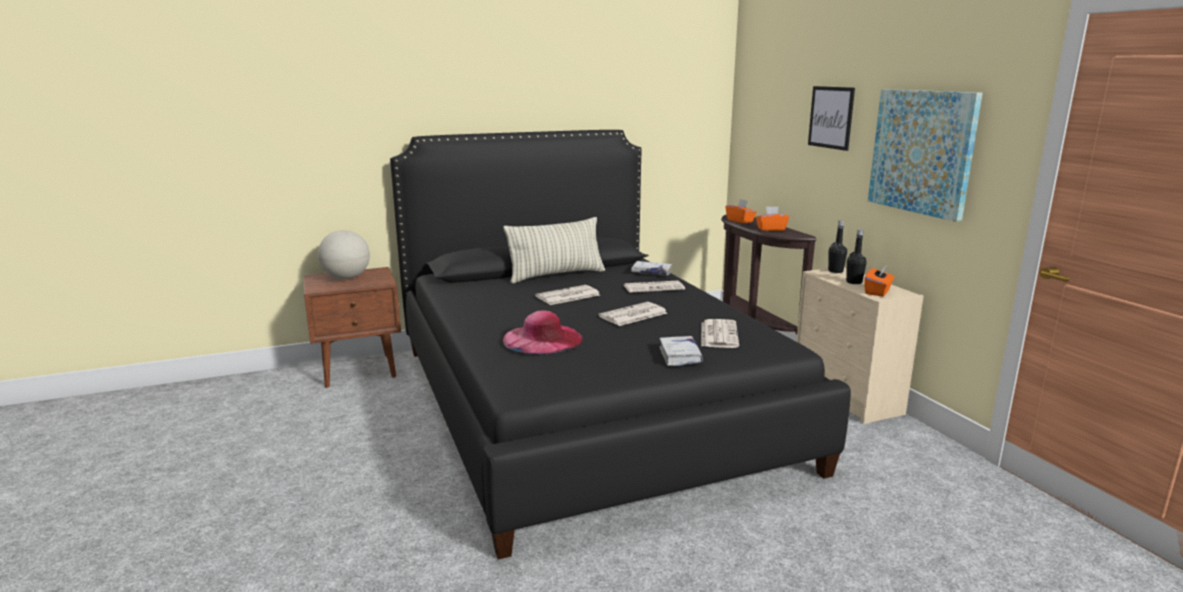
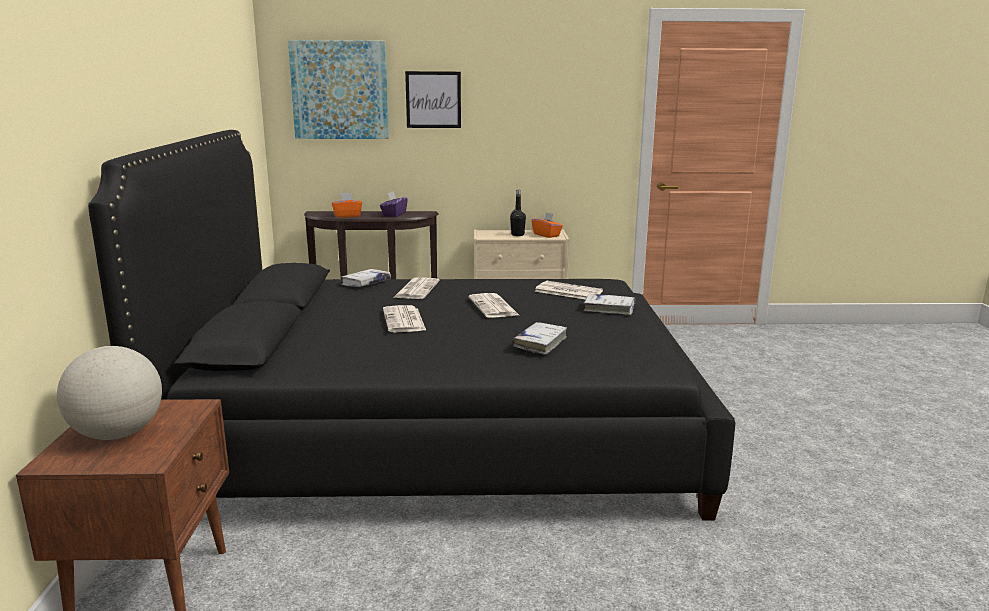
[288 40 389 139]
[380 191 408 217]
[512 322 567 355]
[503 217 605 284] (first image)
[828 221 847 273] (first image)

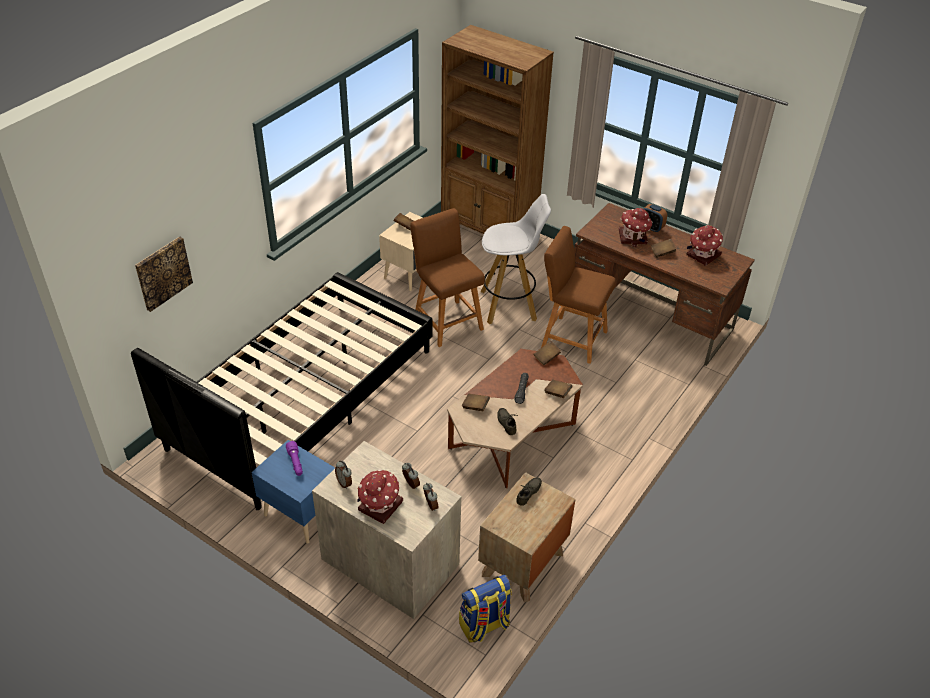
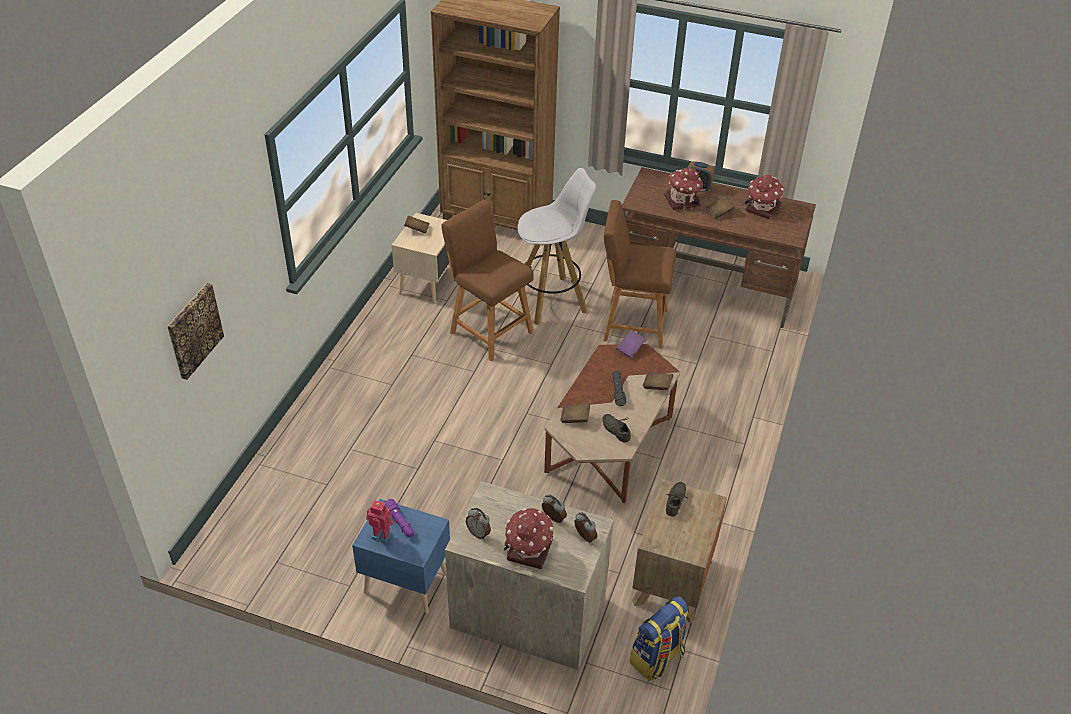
[366 500 394 544]
[616 330 646 359]
[131 272 433 510] (first image)

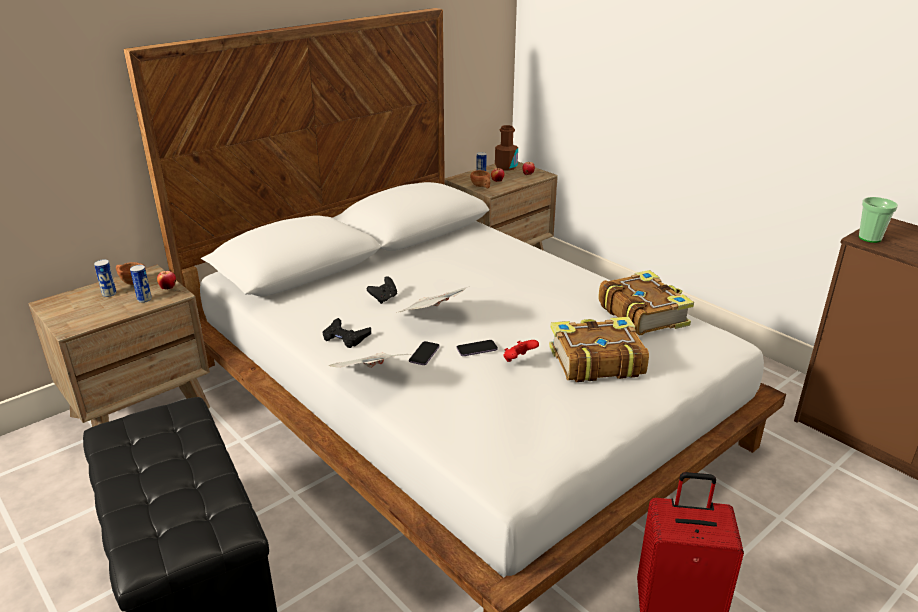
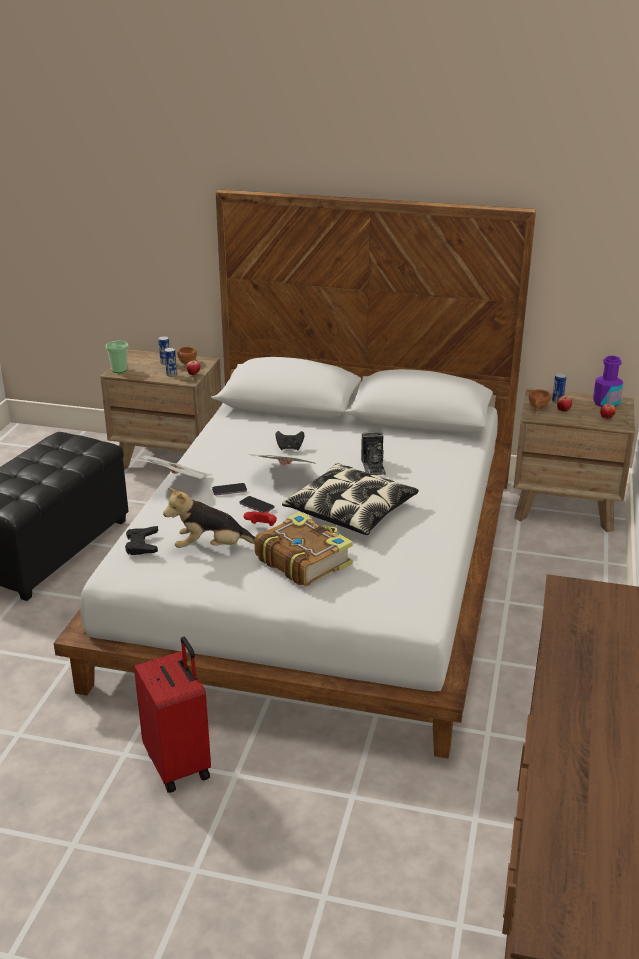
[106 341 128 373]
[125 526 158 555]
[163 488 255 548]
[282 463 419 535]
[361 432 386 475]
[593 356 623 407]
[599 270 694 335] (first image)

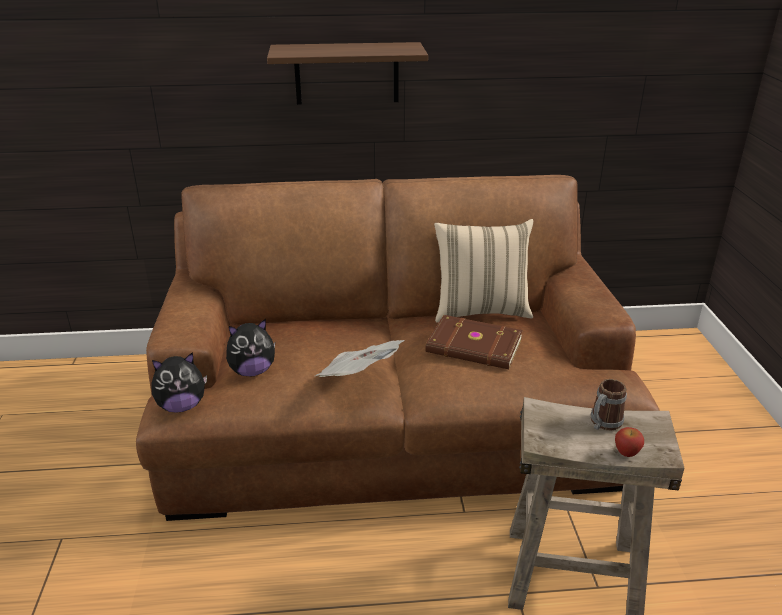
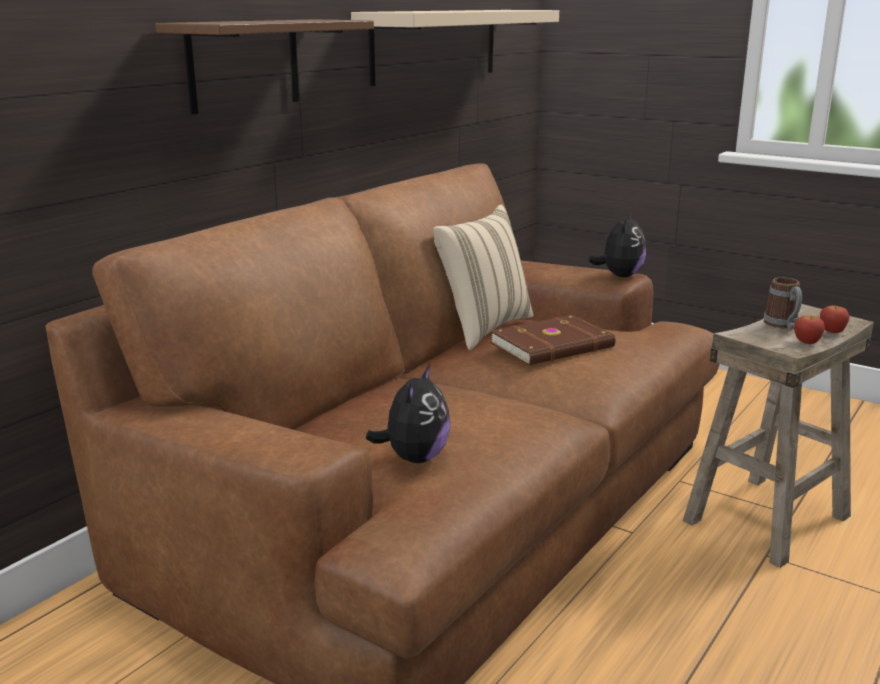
[351 10 559 86]
[589 212 646 277]
[794 316 825 344]
[315 340 405 377] (first image)

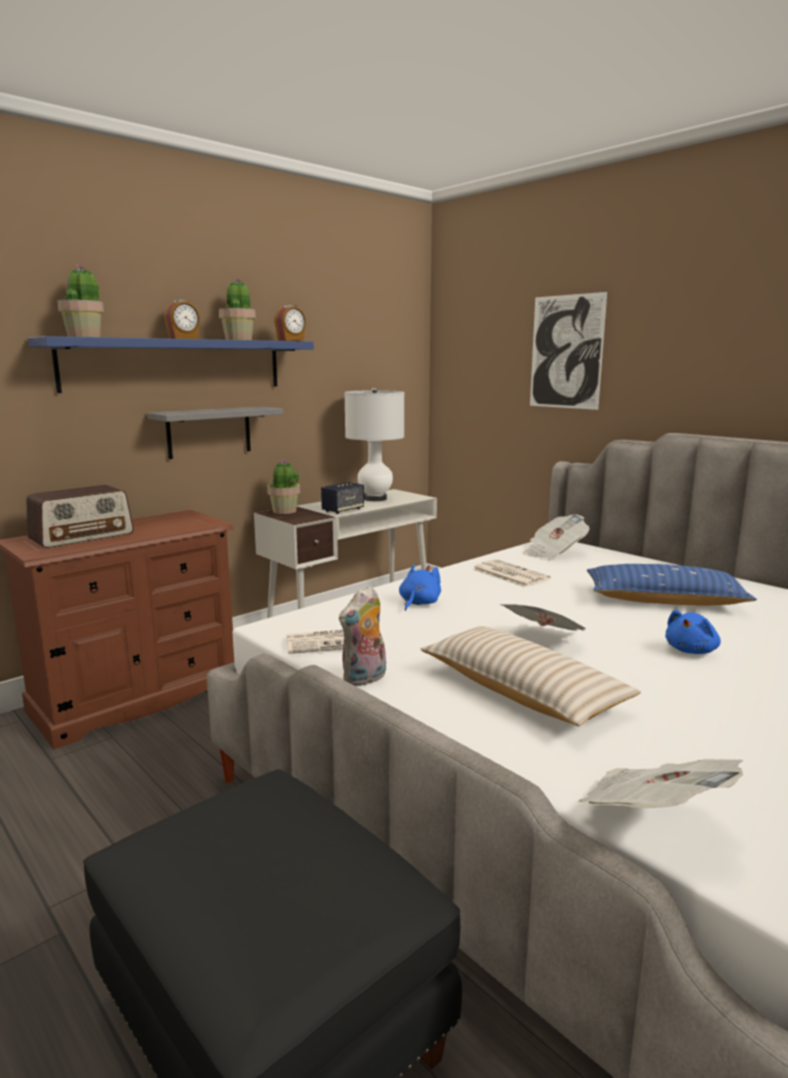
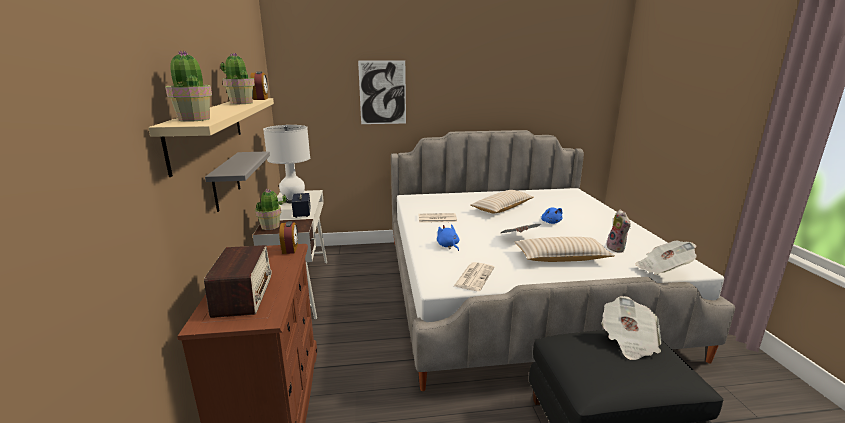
[148 98 274 177]
[279 221 298 254]
[471 190 534 214]
[601 296 661 360]
[607 209 631 253]

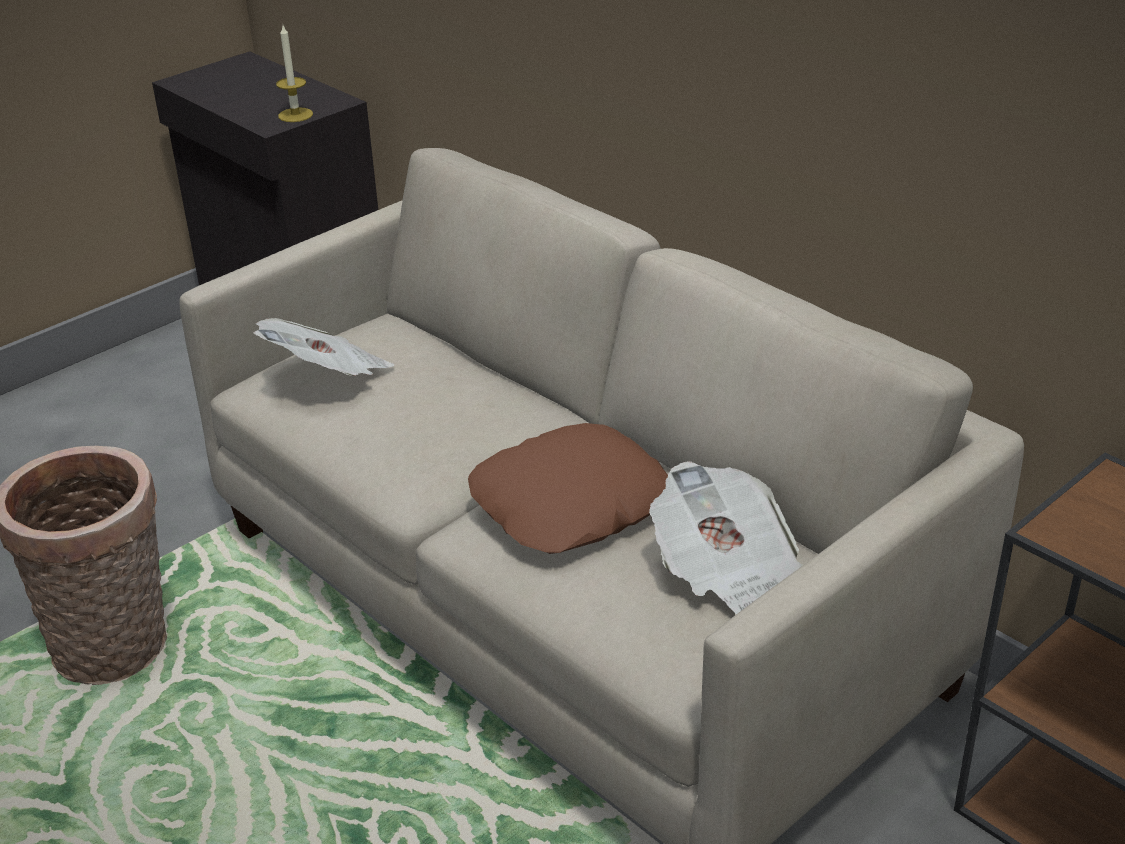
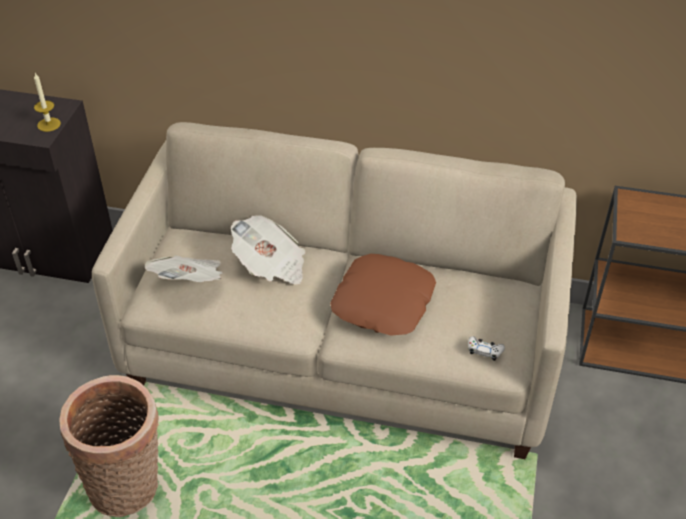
[231 215 305 285]
[468 336 505 361]

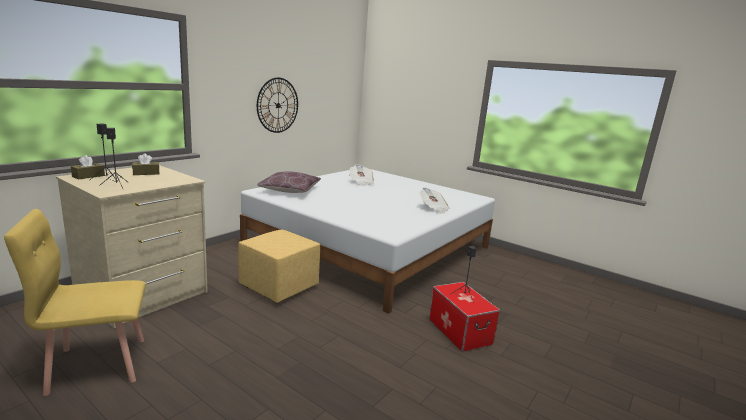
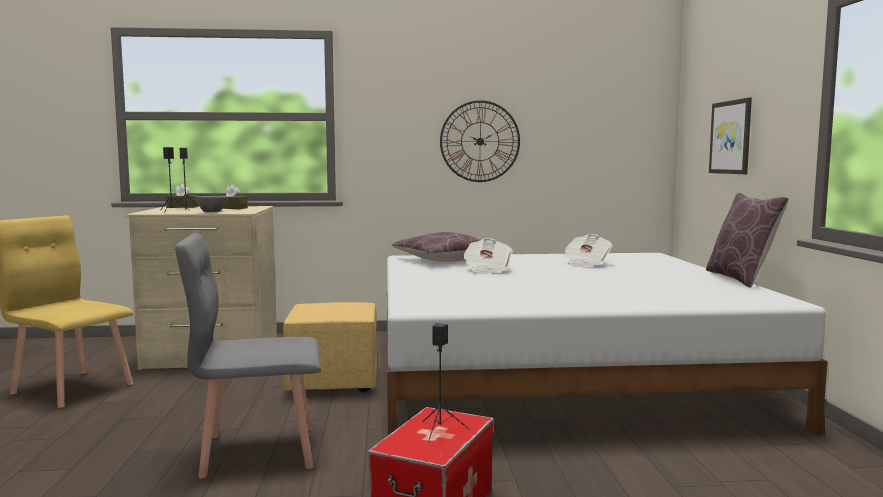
[175 233 321 478]
[194 196 229 212]
[463 238 513 275]
[706 193 789 288]
[709 98 752 174]

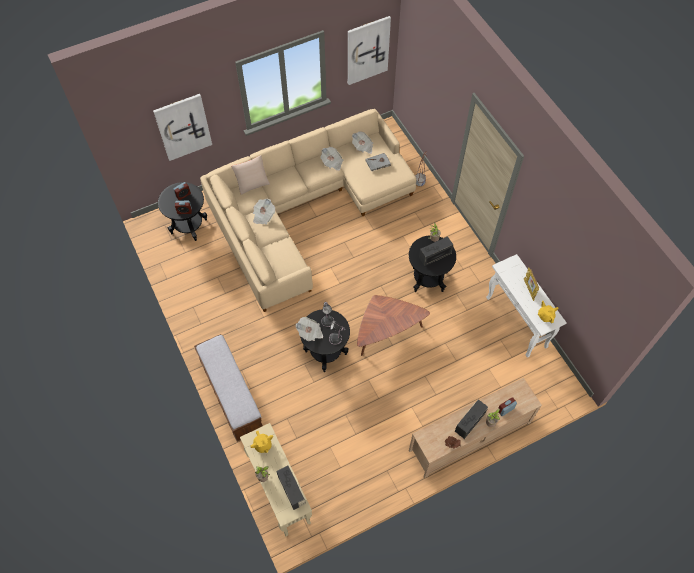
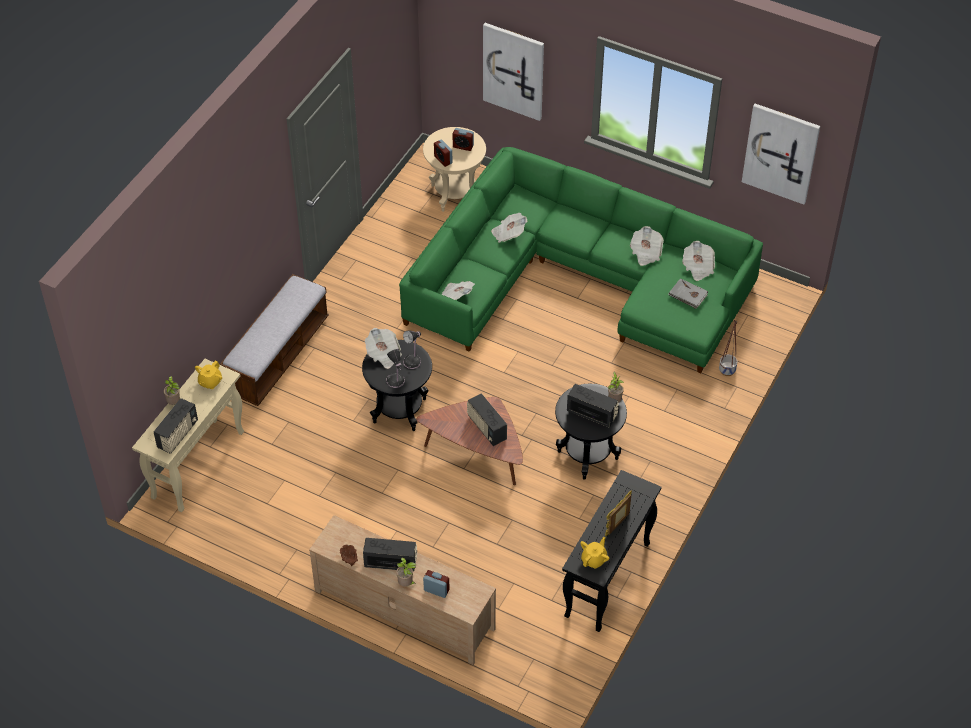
[399 147 763 373]
[423 127 486 212]
[441 281 475 300]
[467 393 507 446]
[562 470 661 632]
[231 155 270 195] (first image)

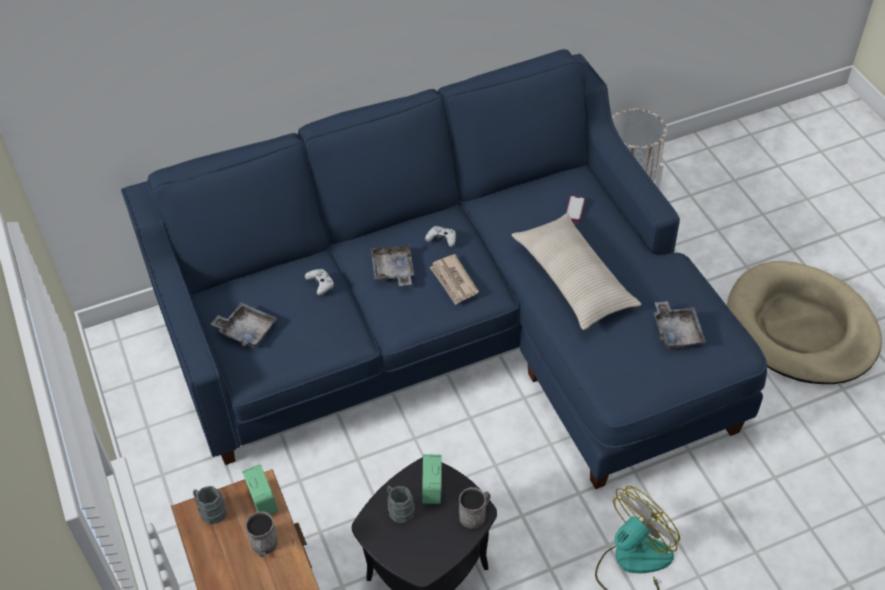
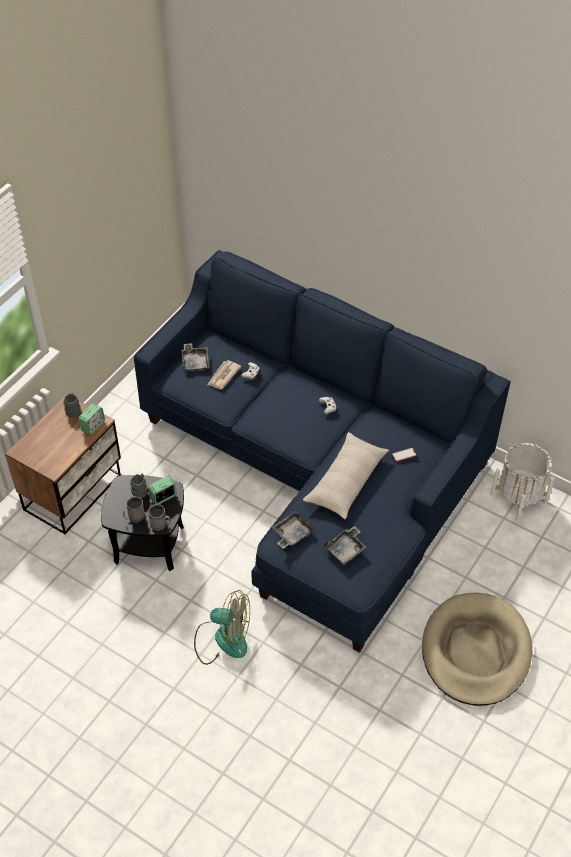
[123 496 145 523]
[207 360 242 390]
[272 511 314 549]

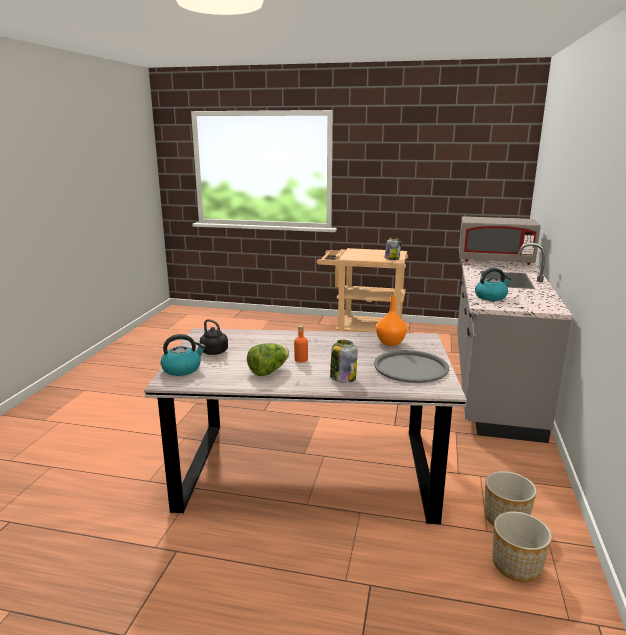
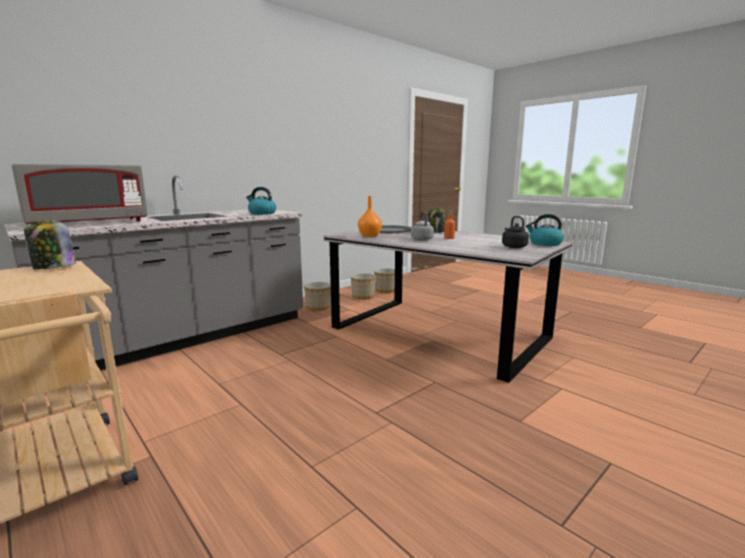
[12 164 148 224]
[304 282 331 311]
[411 211 434 240]
[247 343 289 376] (first image)

